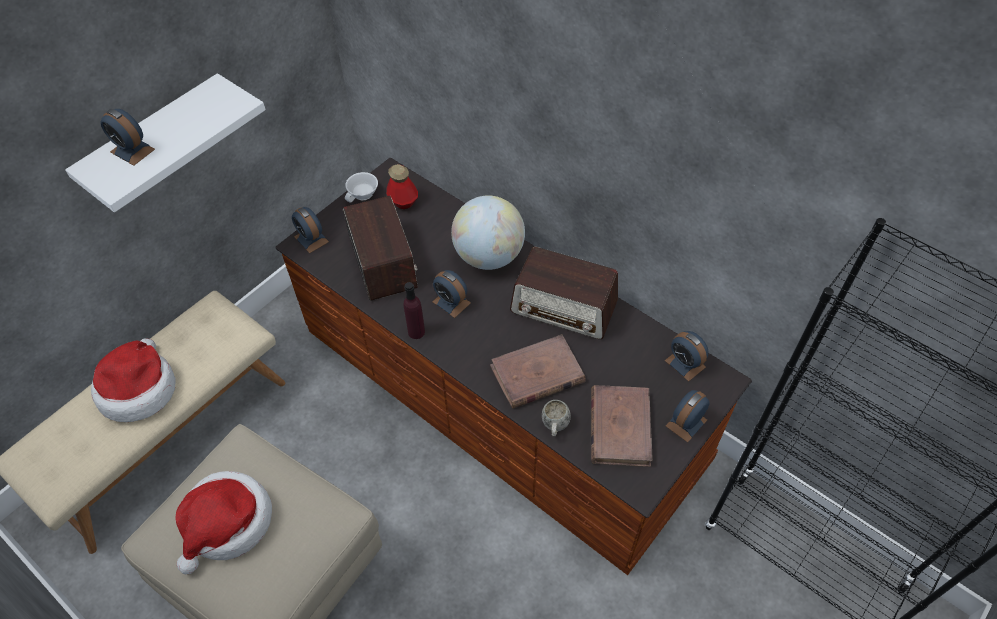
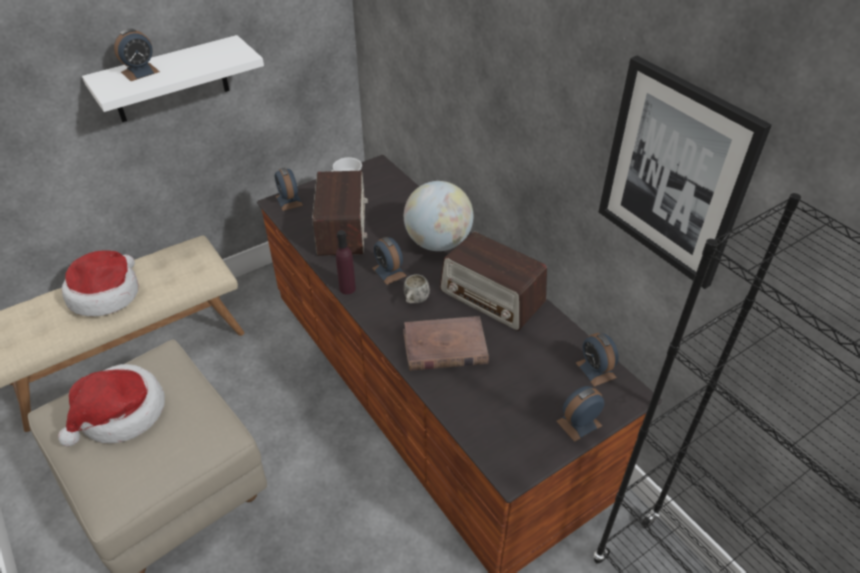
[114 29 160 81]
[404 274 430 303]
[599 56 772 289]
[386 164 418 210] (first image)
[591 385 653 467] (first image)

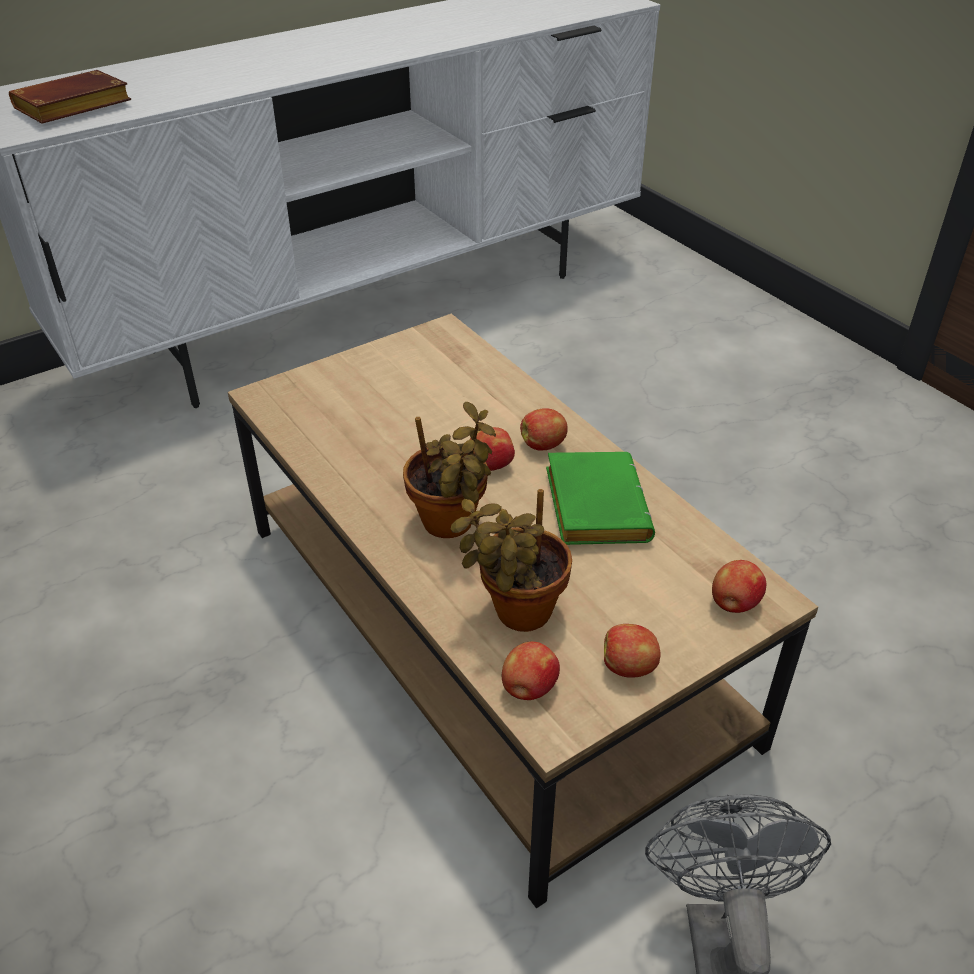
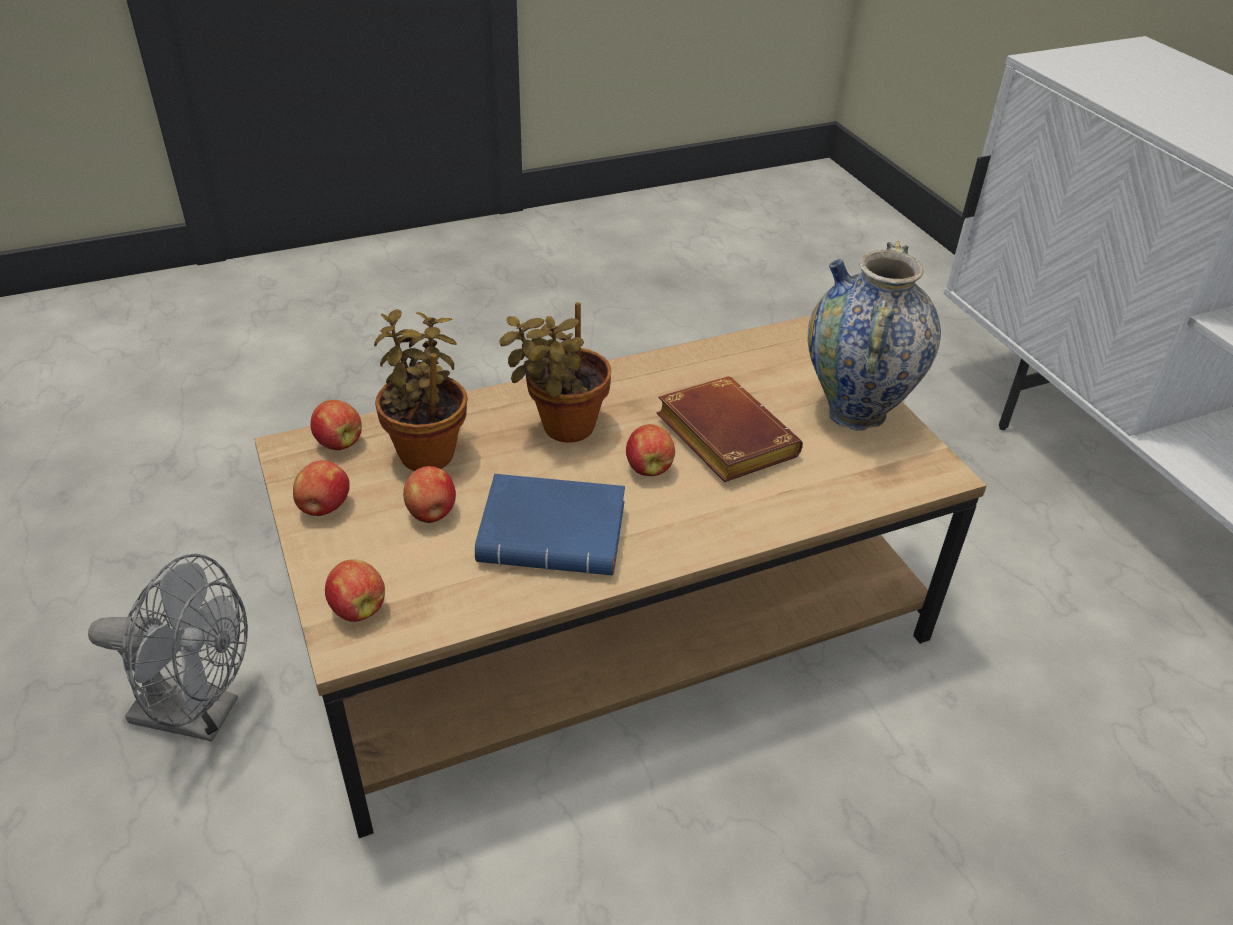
[403 466 456 523]
[475 474 625 575]
[657 376 803 482]
[808 241 941 431]

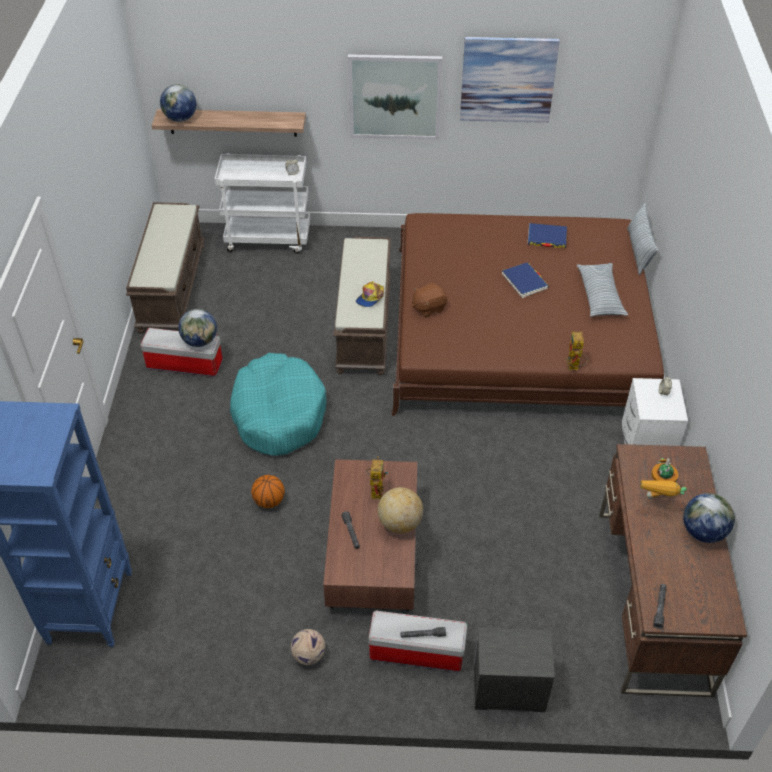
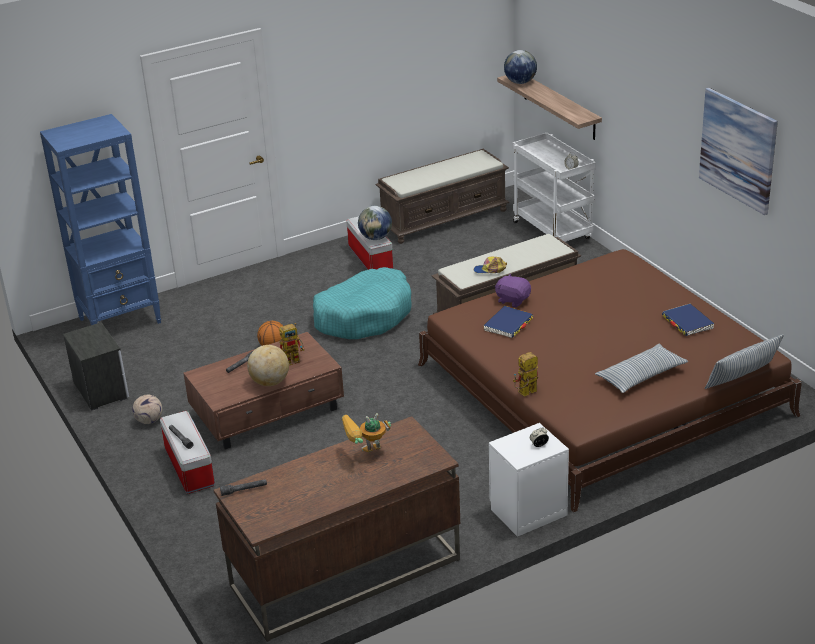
[63 322 129 411]
[483 306 533 338]
[495 273 531 308]
[348 54 442 140] (first image)
[683 493 735 543] (first image)

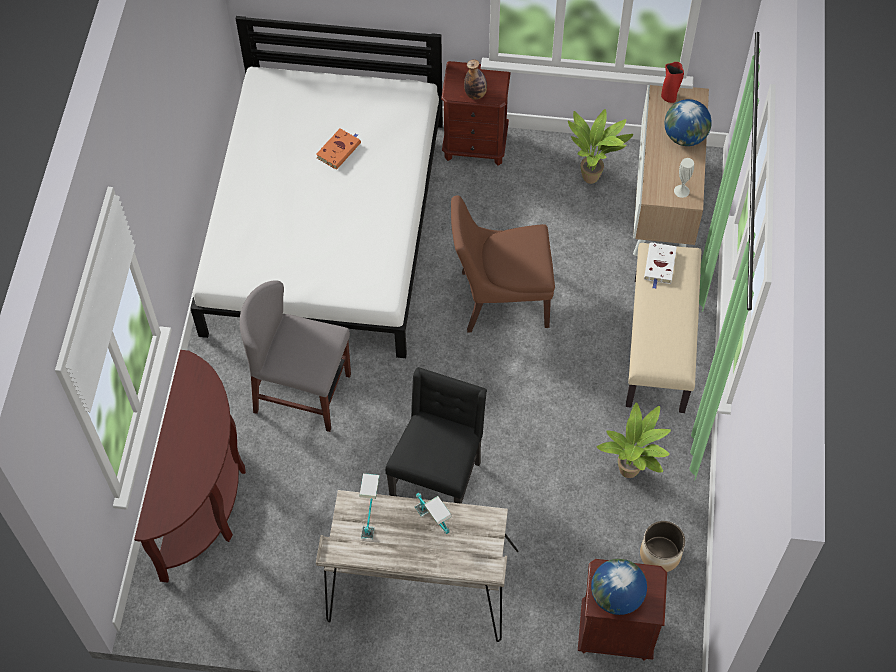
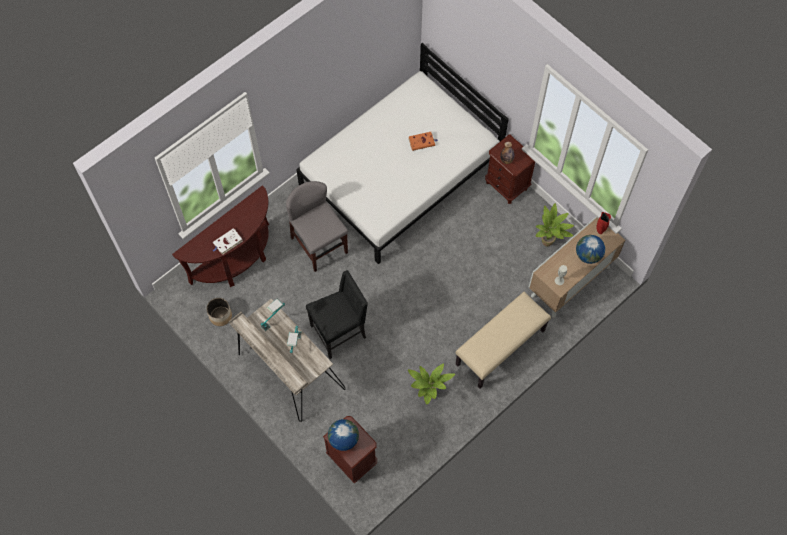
[206 298 232 326]
[212 228 243 255]
[451 195 555 332] (first image)

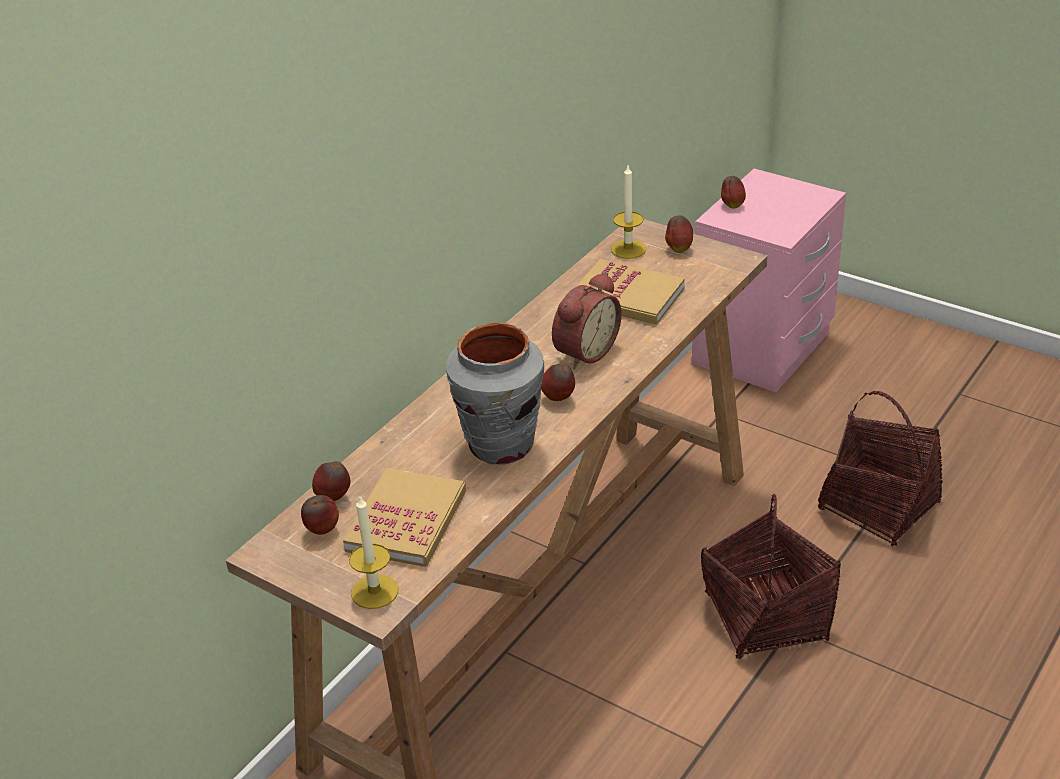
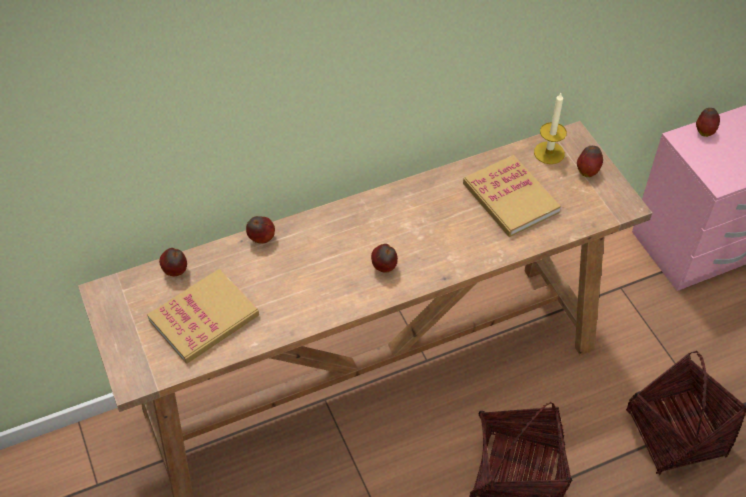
[246 216 275 244]
[349 497 398 609] (first image)
[446 323 544 465] (first image)
[552 272 622 369] (first image)

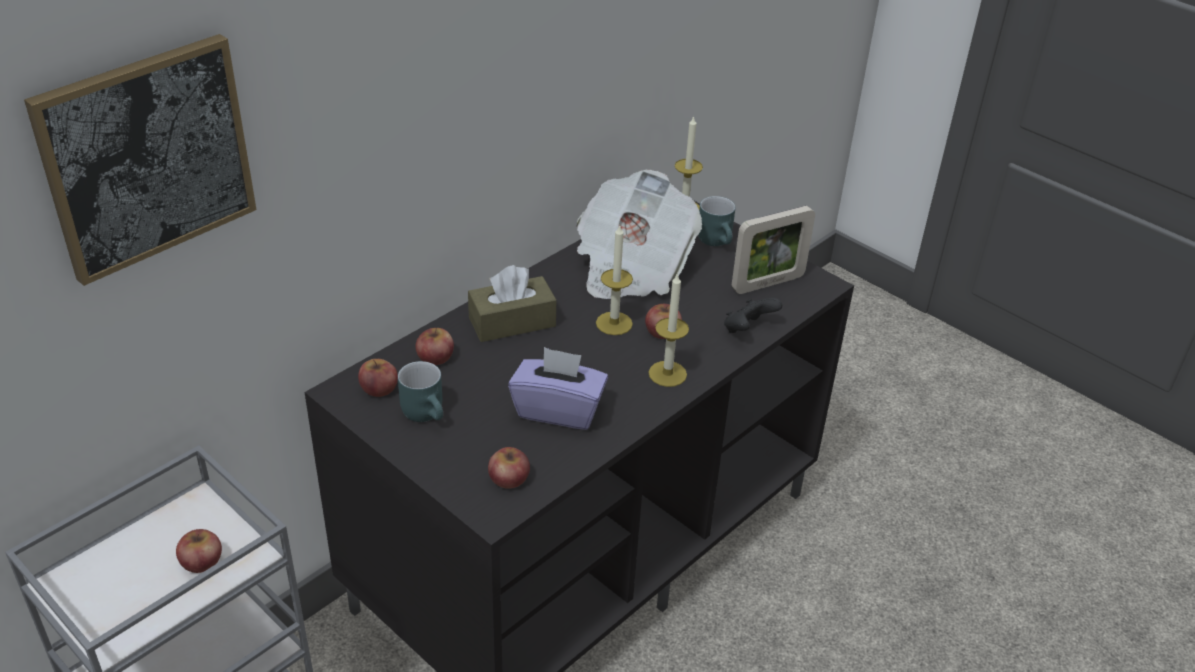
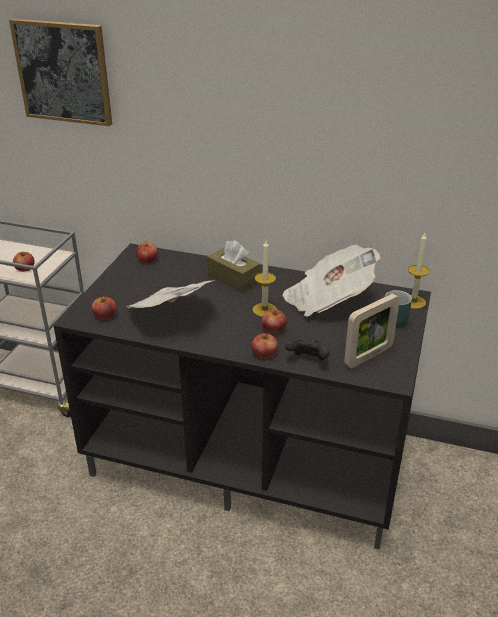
[126 280 215 308]
[251 333 278 359]
[344 294 400 368]
[398 361 443 422] (first image)
[648 273 689 387] (first image)

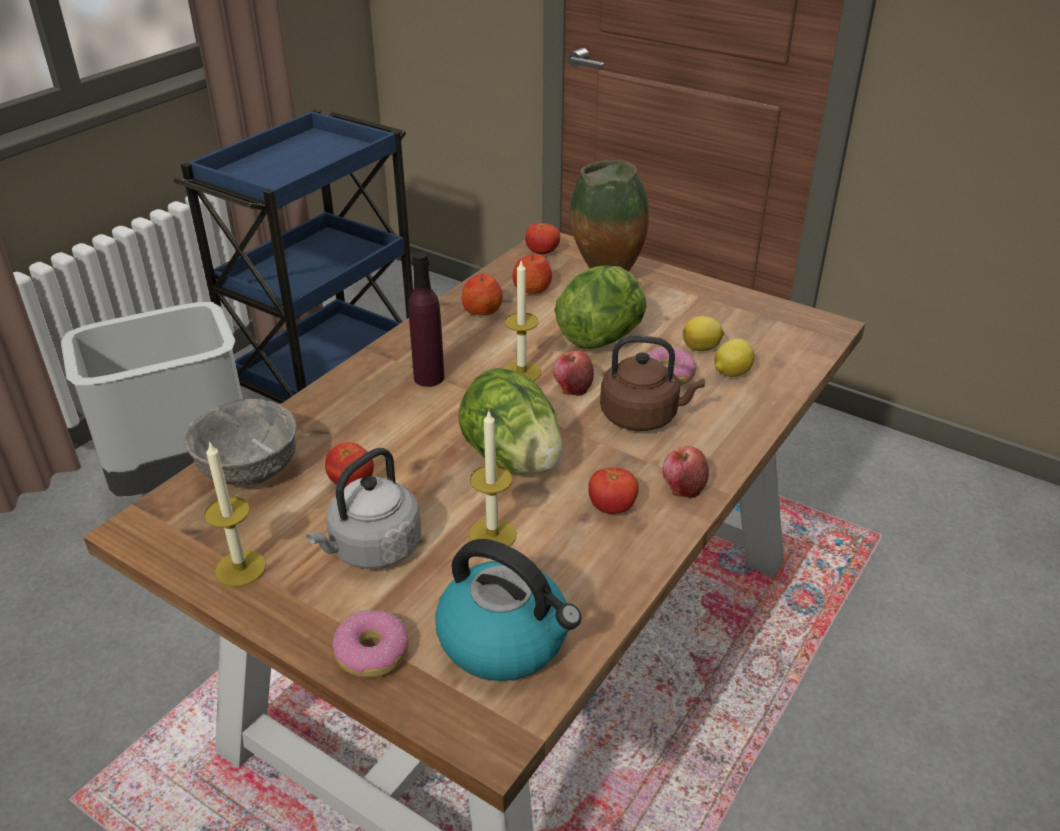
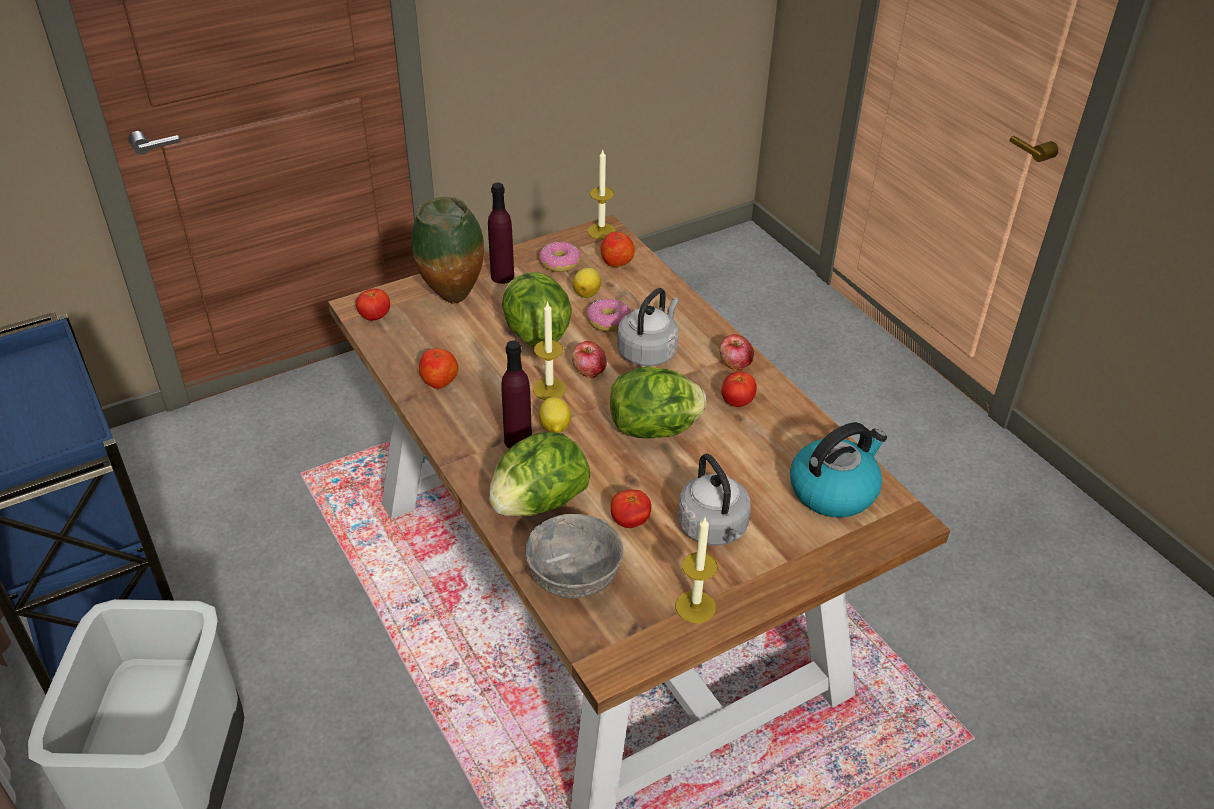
[488 183 514 284]
[489 432 590 516]
[539 242 581 272]
[539 397 571 433]
[587 150 616 239]
[601 232 635 267]
[617 288 679 366]

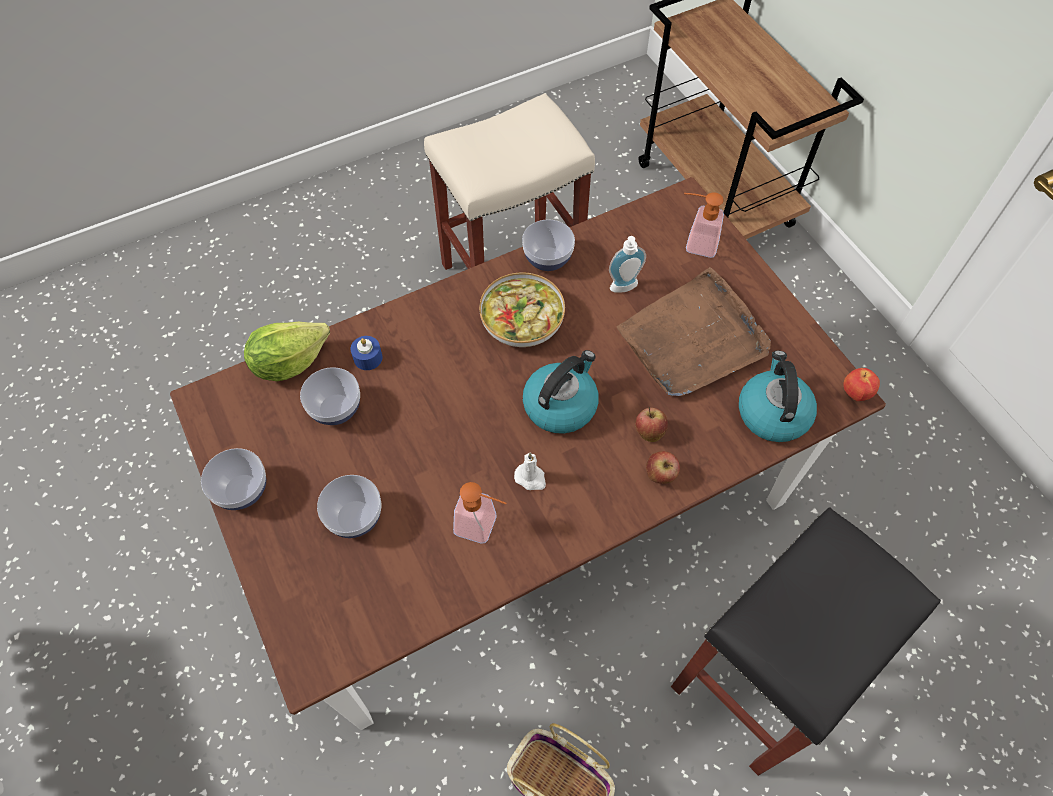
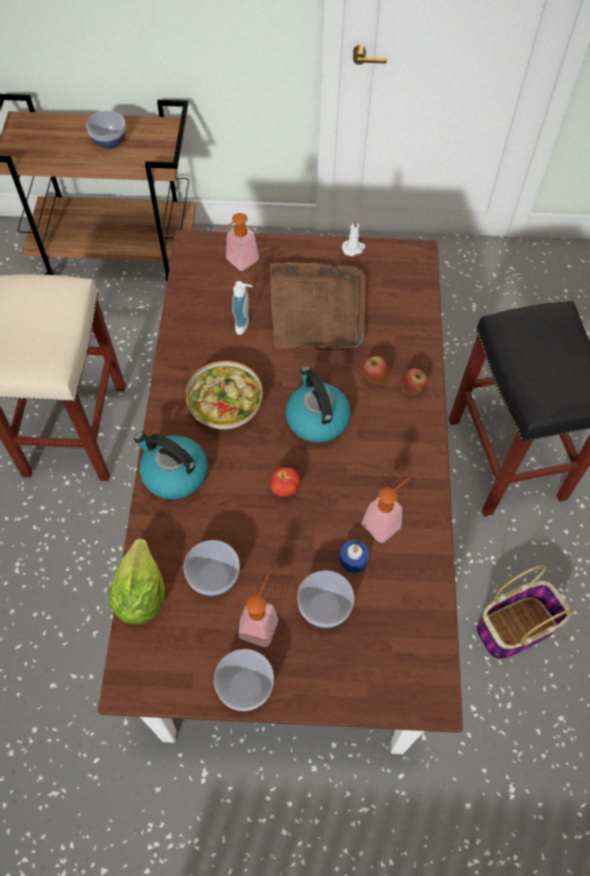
[86 110 126 149]
[134 432 207 499]
[239 574 278 647]
[271 467 300 497]
[340 540 369 573]
[342 220 366 256]

